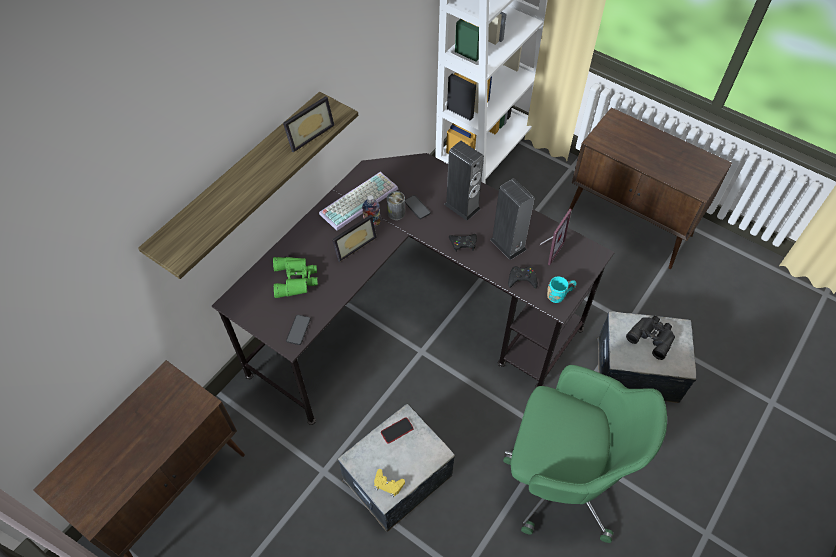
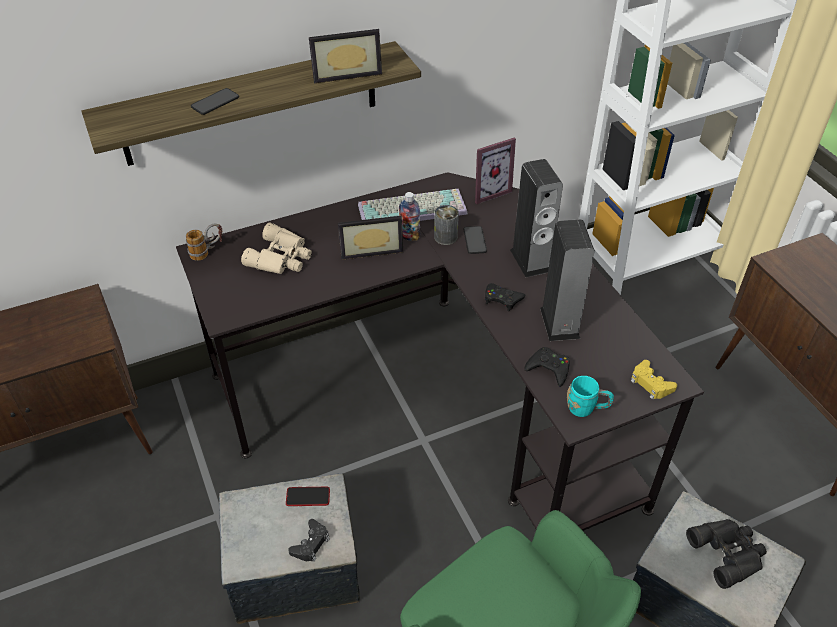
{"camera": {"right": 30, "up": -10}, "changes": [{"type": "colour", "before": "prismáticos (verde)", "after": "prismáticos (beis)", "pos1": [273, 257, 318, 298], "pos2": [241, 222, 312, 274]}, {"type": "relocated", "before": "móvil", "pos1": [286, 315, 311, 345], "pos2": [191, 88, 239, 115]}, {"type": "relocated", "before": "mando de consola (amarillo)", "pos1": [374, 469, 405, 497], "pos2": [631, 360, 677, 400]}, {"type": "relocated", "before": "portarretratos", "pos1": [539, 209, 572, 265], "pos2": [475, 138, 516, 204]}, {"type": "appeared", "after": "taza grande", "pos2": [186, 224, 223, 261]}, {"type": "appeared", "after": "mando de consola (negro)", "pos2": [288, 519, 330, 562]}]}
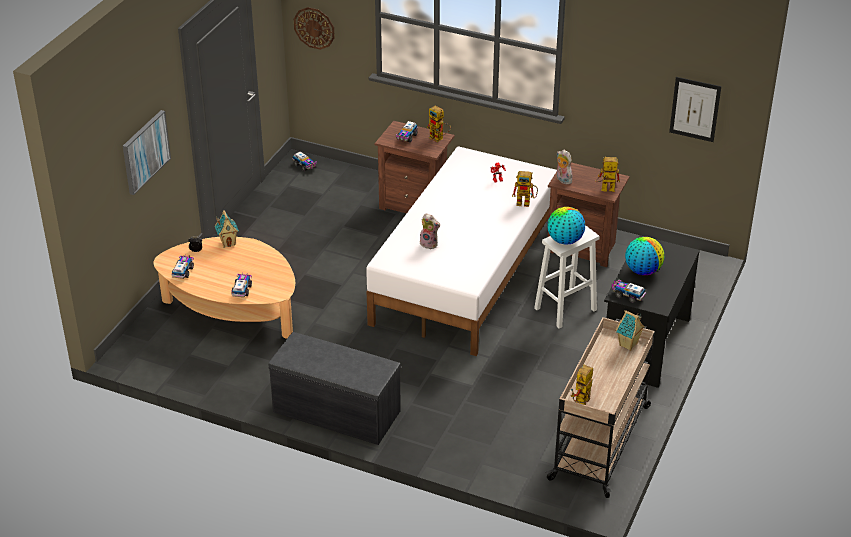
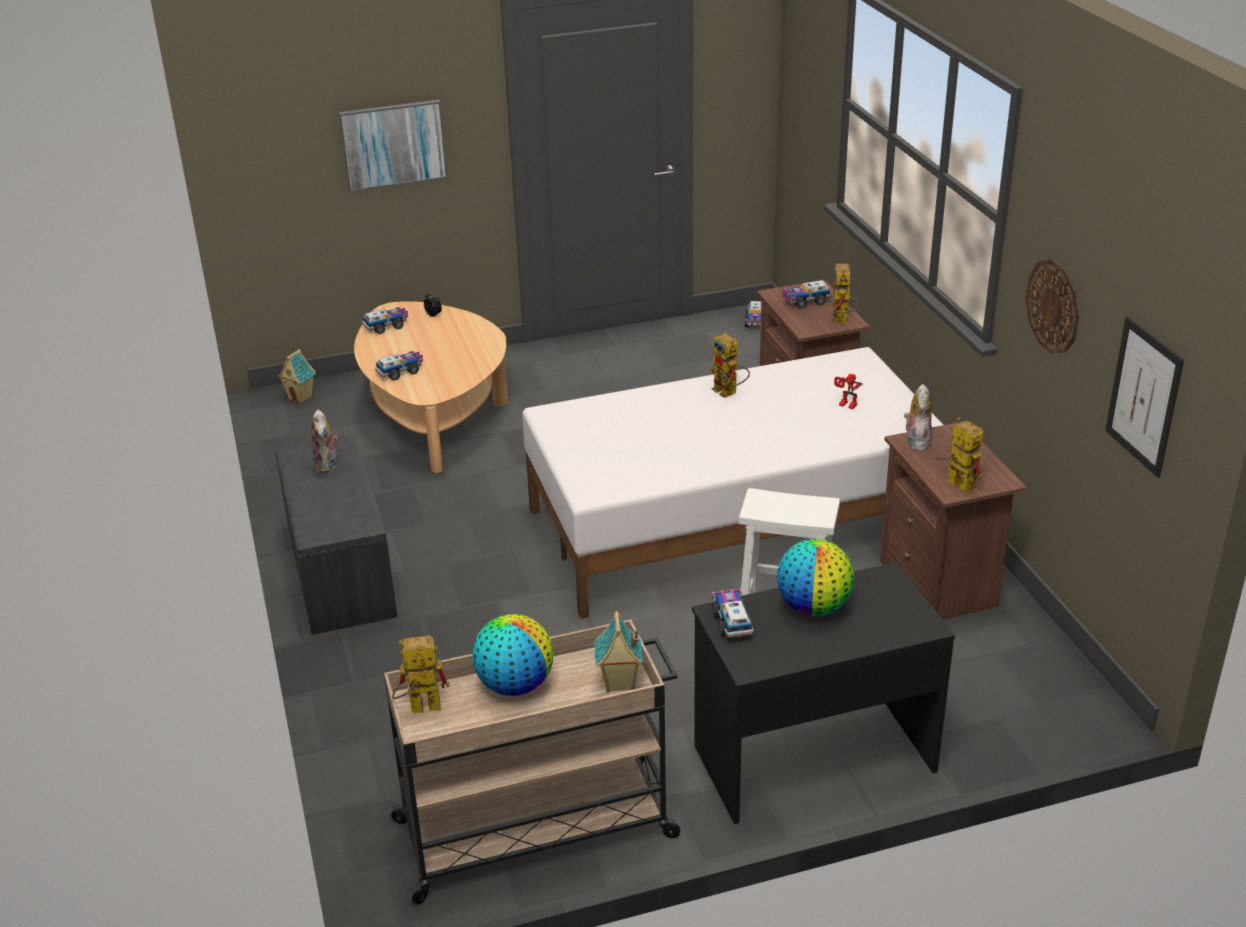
{"camera": {"right": 50, "up": -5}, "changes": [{"type": "relocated", "before": "casita", "pos1": [215, 210, 239, 248], "pos2": [278, 349, 316, 403]}, {"type": "relocated", "before": "reloj de pared", "pos1": [294, 7, 335, 50], "pos2": [1025, 259, 1079, 354]}, {"type": "relocated", "before": "peluche", "pos1": [420, 213, 440, 249], "pos2": [311, 409, 338, 473]}, {"type": "relocated", "before": "robot de juguete", "pos1": [512, 171, 538, 207], "pos2": [710, 333, 750, 398]}, {"type": "relocated", "before": "globo terráqueo", "pos1": [547, 207, 585, 245], "pos2": [472, 614, 554, 696]}]}
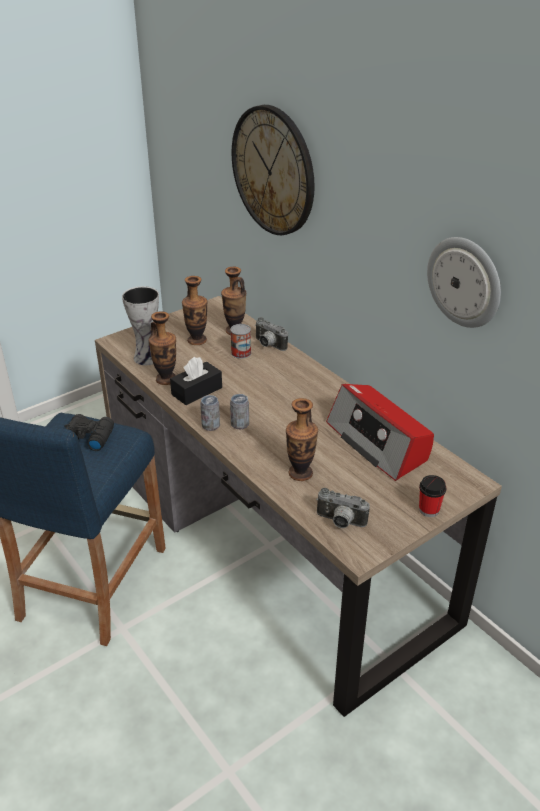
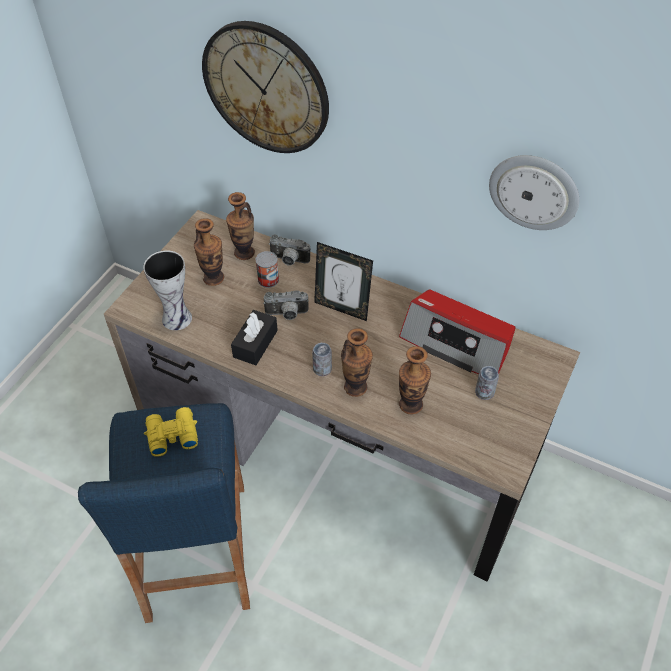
{"camera": {"right": -25, "up": 15}, "changes": [{"type": "colour", "before": "prismáticos (negro)", "after": "prismáticos (amarillo)", "pos1": [64, 414, 114, 451], "pos2": [144, 407, 198, 457]}, {"type": "relocated", "before": "florero", "pos1": [149, 311, 176, 385], "pos2": [341, 328, 373, 397]}, {"type": "relocated", "before": "lata", "pos1": [200, 395, 220, 431], "pos2": [475, 366, 499, 400]}, {"type": "relocated", "before": "cámara", "pos1": [316, 488, 370, 528], "pos2": [263, 290, 309, 320]}, {"type": "missing", "before": "taza", "pos1": [419, 475, 447, 517]}, {"type": "appeared", "after": "portarretratos", "pos2": [314, 242, 373, 321]}]}
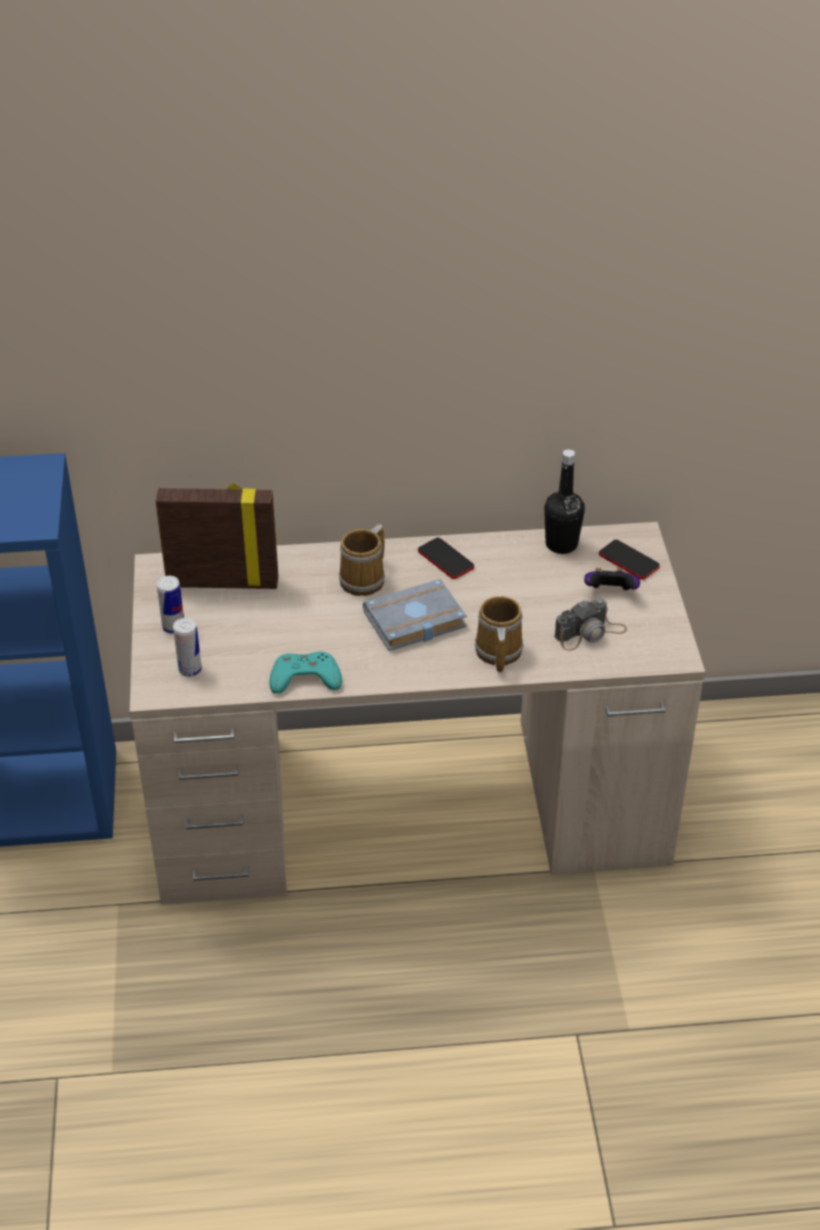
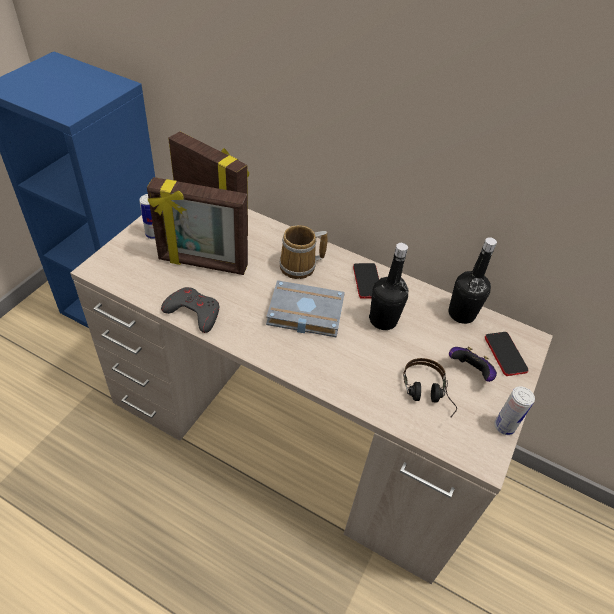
{"camera": {"right": 30, "up": 5}, "changes": [{"type": "relocated", "before": "lata", "pos1": [173, 618, 202, 677], "pos2": [494, 386, 535, 435]}, {"type": "colour", "before": "mando de consola (turquesa)", "after": "mando de consola (gris)", "pos1": [269, 652, 342, 694], "pos2": [161, 287, 219, 333]}, {"type": "missing", "before": "taza grande", "pos1": [475, 596, 523, 673]}, {"type": "exchanged", "before": "cámara", "after": "auriculares", "pos1": [554, 598, 627, 651], "pos2": [403, 358, 457, 417]}, {"type": "appeared", "after": "portarretratos", "pos2": [147, 177, 248, 275]}, {"type": "appeared", "after": "botella (negro)", "pos2": [369, 243, 408, 330]}]}
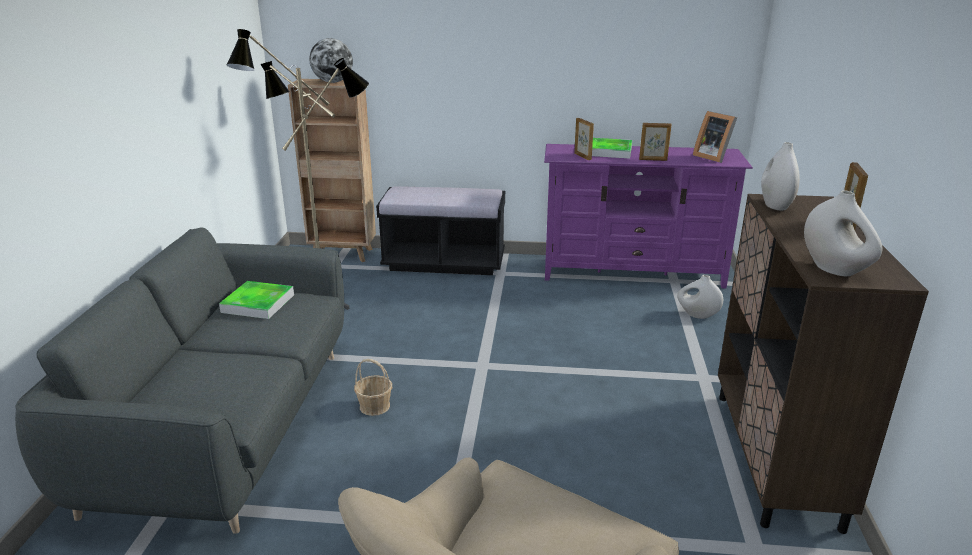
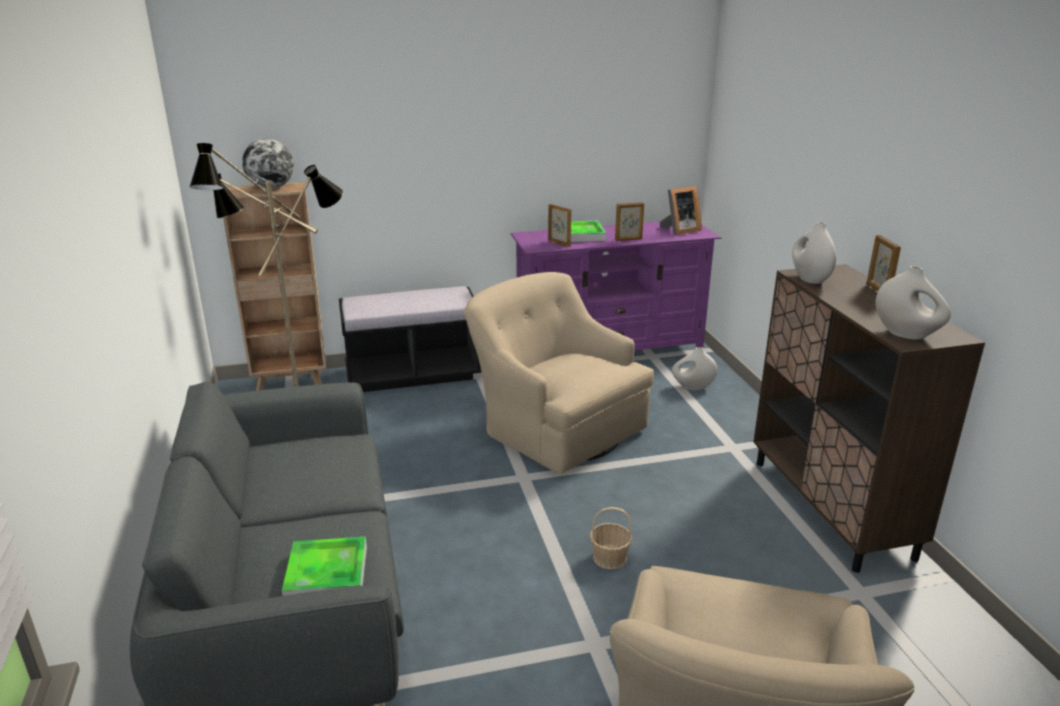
{"camera": {"right": -20, "up": 0}, "changes": [{"type": "relocated", "before": "bandeja", "pos1": [219, 281, 294, 319], "pos2": [282, 537, 367, 596]}, {"type": "relocated", "before": "cesta", "pos1": [354, 359, 392, 416], "pos2": [590, 507, 632, 569]}, {"type": "spun", "before": "portarretratos", "pos1": [693, 111, 737, 163], "pos2": [660, 186, 702, 235], "turn": -60}, {"type": "appeared", "after": "sillón (beis)", "pos2": [464, 272, 654, 474]}]}
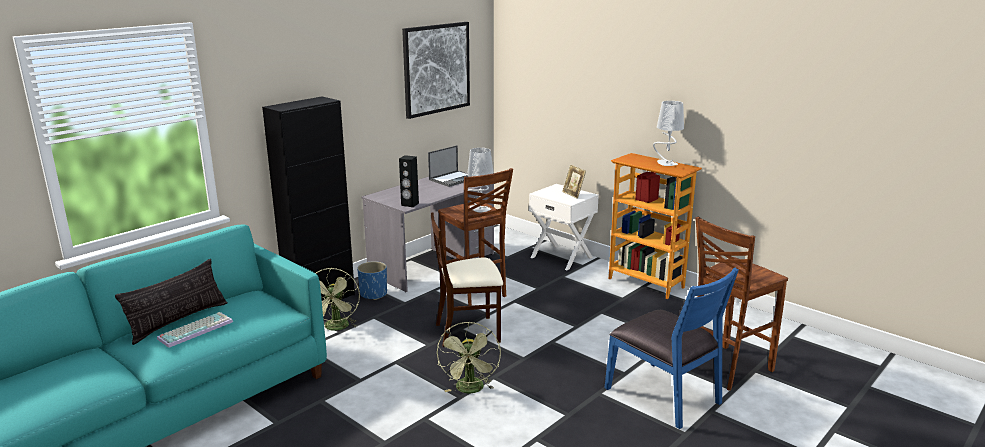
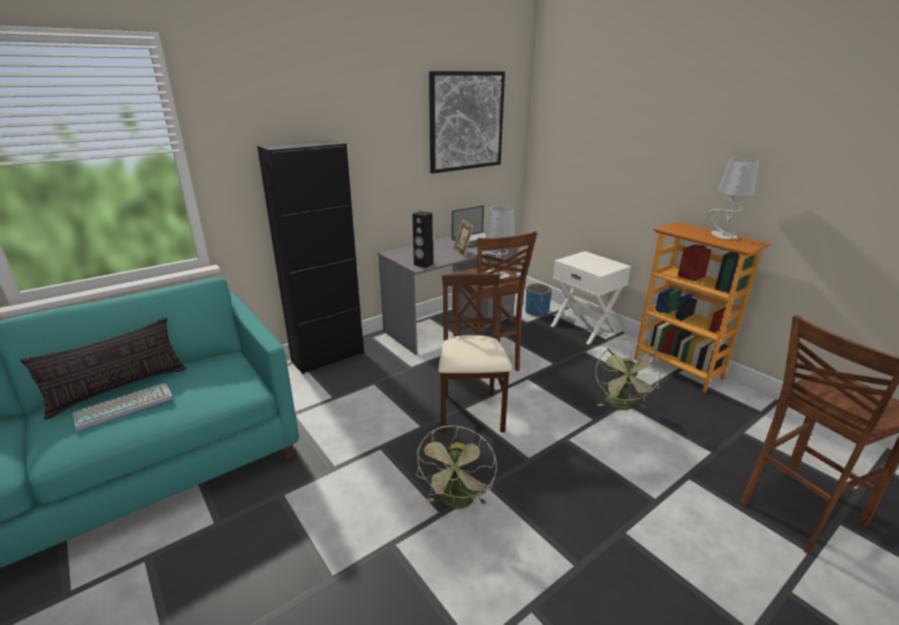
{"camera": {"right": 10, "up": 5}, "changes": [{"type": "relocated", "before": "ventilador (verde)", "pos1": [316, 268, 360, 331], "pos2": [596, 342, 662, 410]}, {"type": "relocated", "before": "maceta (azul)", "pos1": [357, 261, 387, 300], "pos2": [525, 284, 552, 317]}, {"type": "spun", "before": "silla (beis)", "pos1": [431, 213, 503, 347], "pos2": [439, 274, 512, 434], "turn": 90}, {"type": "relocated", "before": "portarretratos", "pos1": [562, 164, 586, 199], "pos2": [453, 219, 474, 257]}, {"type": "missing", "before": "silla (azul)", "pos1": [605, 268, 739, 429]}]}
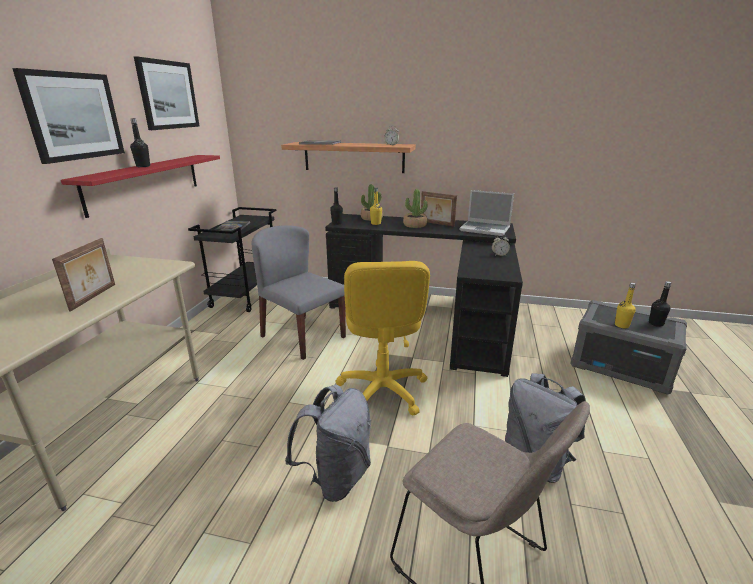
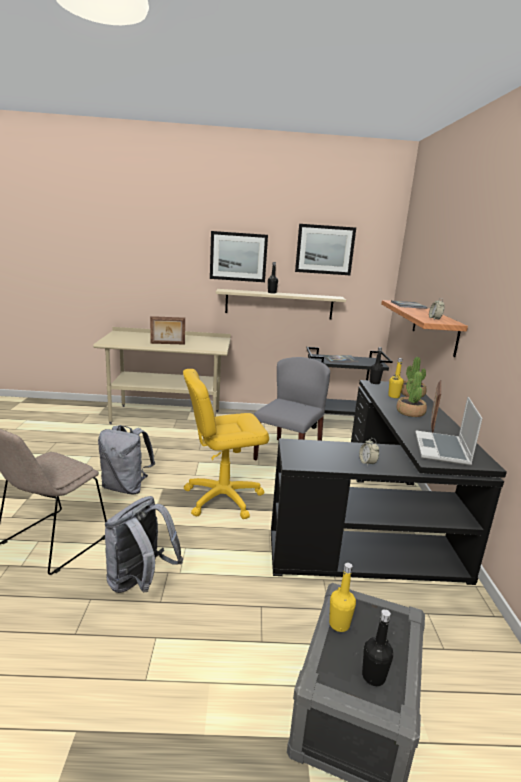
{"camera": {"right": 75, "up": -5}, "changes": [{"type": "colour", "before": "estante (rojo)", "after": "estante (beis)", "pos1": [61, 155, 220, 218], "pos2": [216, 289, 346, 320]}]}
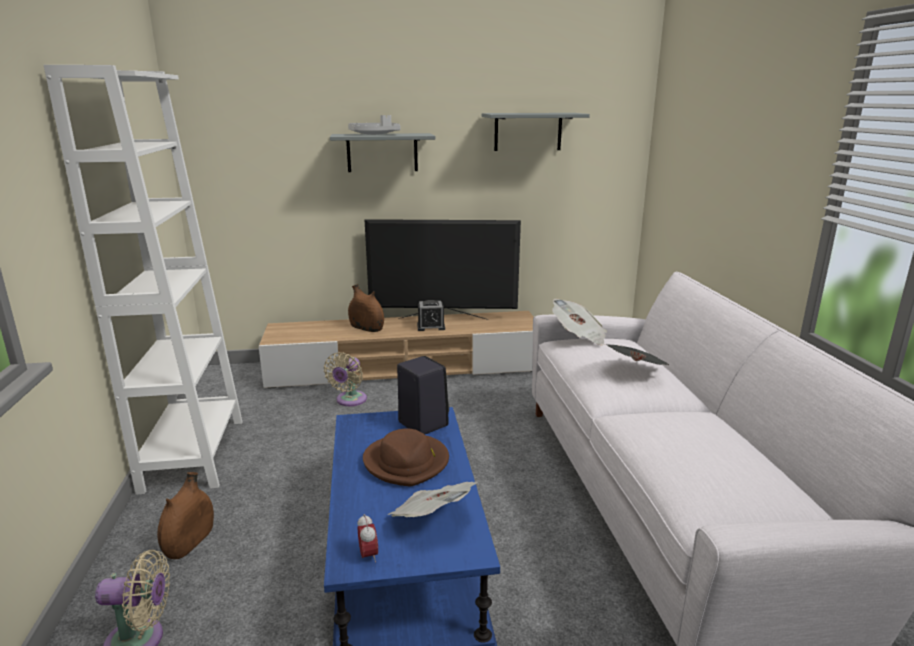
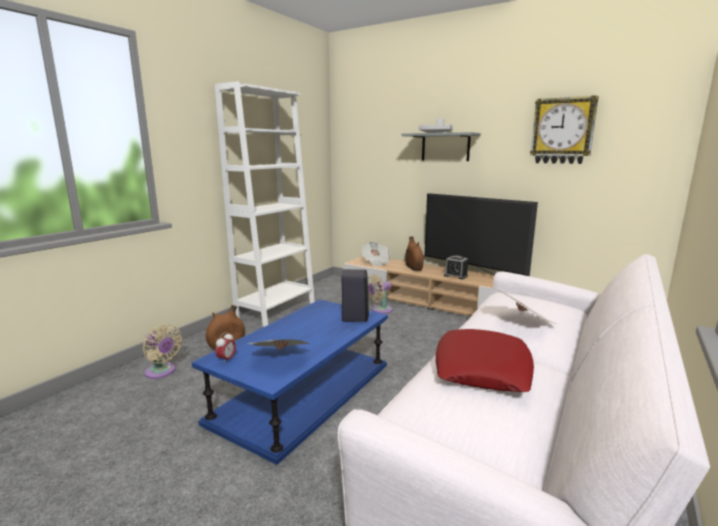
{"camera": {"right": 40, "up": -5}, "changes": [{"type": "missing", "before": "sombrero (marrón)", "pos1": [363, 428, 449, 486]}, {"type": "exchanged", "before": "estante (gris)", "after": "reloj de pared", "pos1": [482, 113, 590, 151], "pos2": [530, 96, 599, 164]}, {"type": "relocated", "before": "periódico", "pos1": [552, 299, 607, 346], "pos2": [361, 242, 391, 267]}, {"type": "appeared", "after": "cojín (rojo)", "pos2": [436, 329, 534, 392]}]}
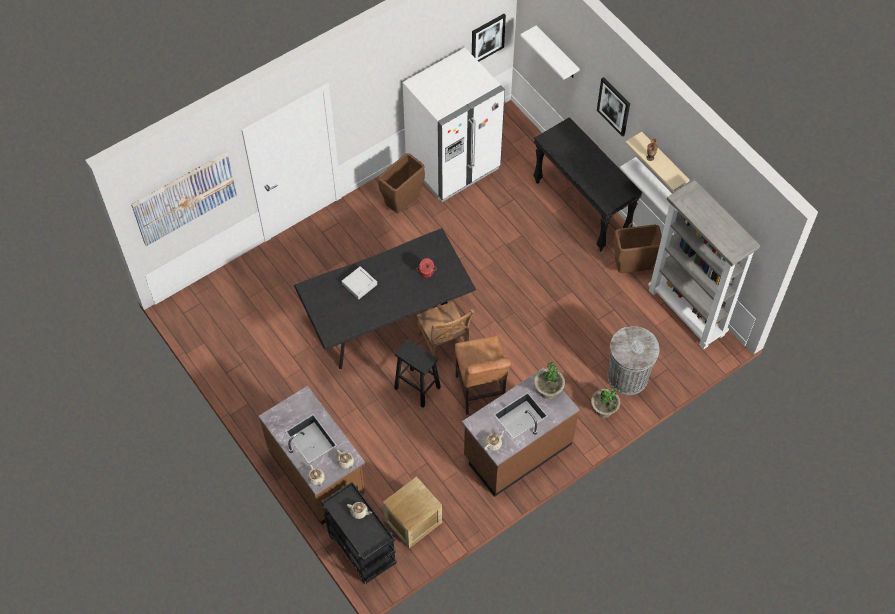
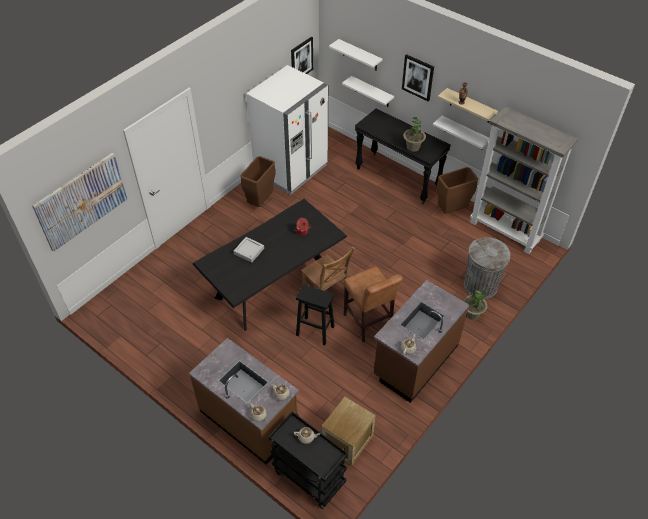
{"camera": {"right": -15, "up": -10}, "changes": [{"type": "relocated", "before": "planta en maceta", "pos1": [534, 362, 565, 399], "pos2": [403, 117, 426, 152]}, {"type": "appeared", "after": "estante (blanco)", "pos2": [342, 76, 394, 107]}]}
